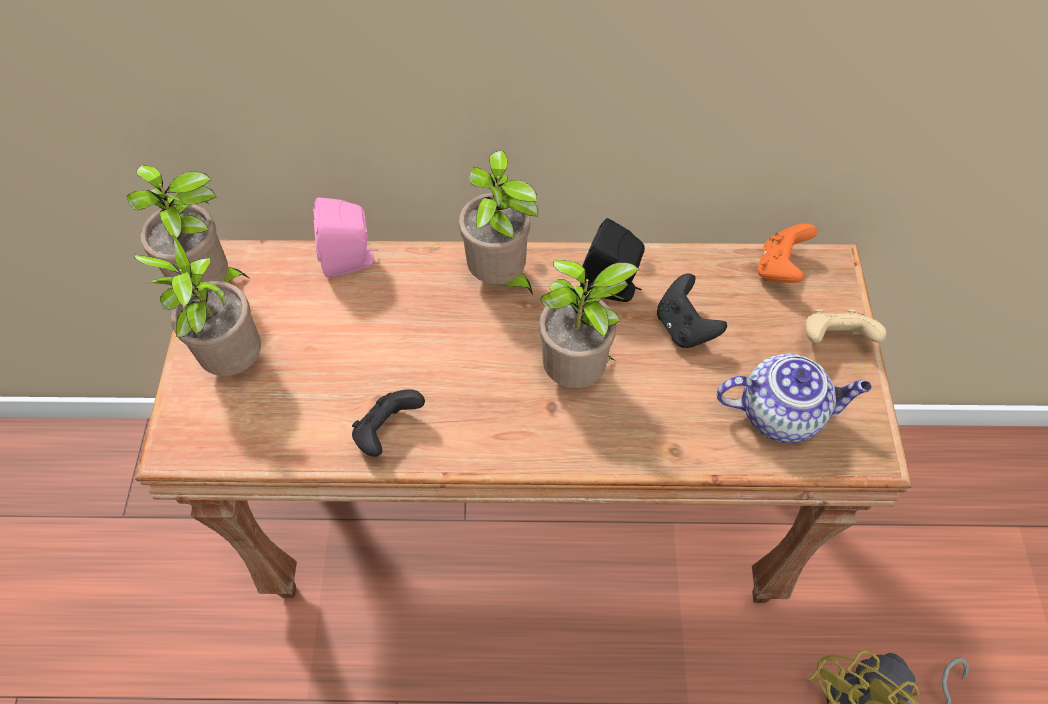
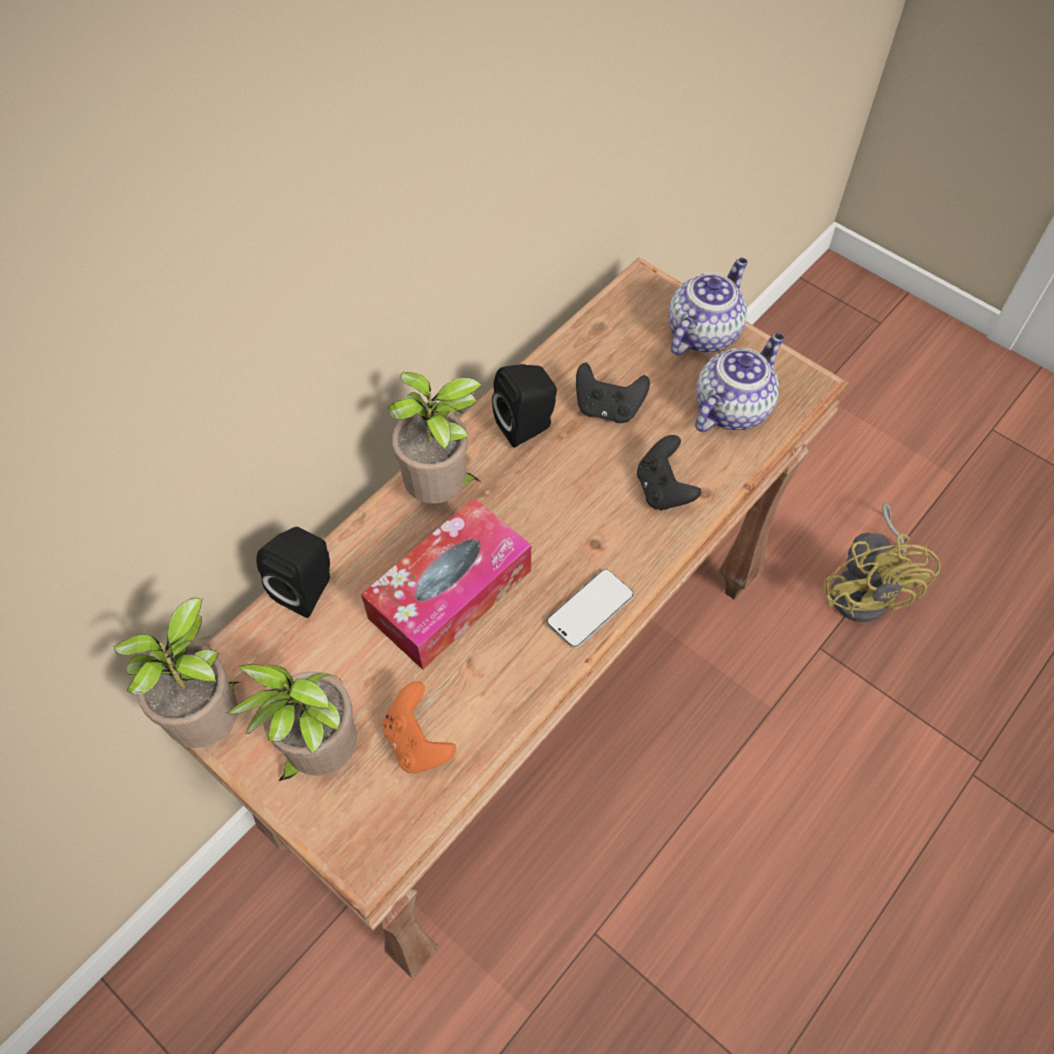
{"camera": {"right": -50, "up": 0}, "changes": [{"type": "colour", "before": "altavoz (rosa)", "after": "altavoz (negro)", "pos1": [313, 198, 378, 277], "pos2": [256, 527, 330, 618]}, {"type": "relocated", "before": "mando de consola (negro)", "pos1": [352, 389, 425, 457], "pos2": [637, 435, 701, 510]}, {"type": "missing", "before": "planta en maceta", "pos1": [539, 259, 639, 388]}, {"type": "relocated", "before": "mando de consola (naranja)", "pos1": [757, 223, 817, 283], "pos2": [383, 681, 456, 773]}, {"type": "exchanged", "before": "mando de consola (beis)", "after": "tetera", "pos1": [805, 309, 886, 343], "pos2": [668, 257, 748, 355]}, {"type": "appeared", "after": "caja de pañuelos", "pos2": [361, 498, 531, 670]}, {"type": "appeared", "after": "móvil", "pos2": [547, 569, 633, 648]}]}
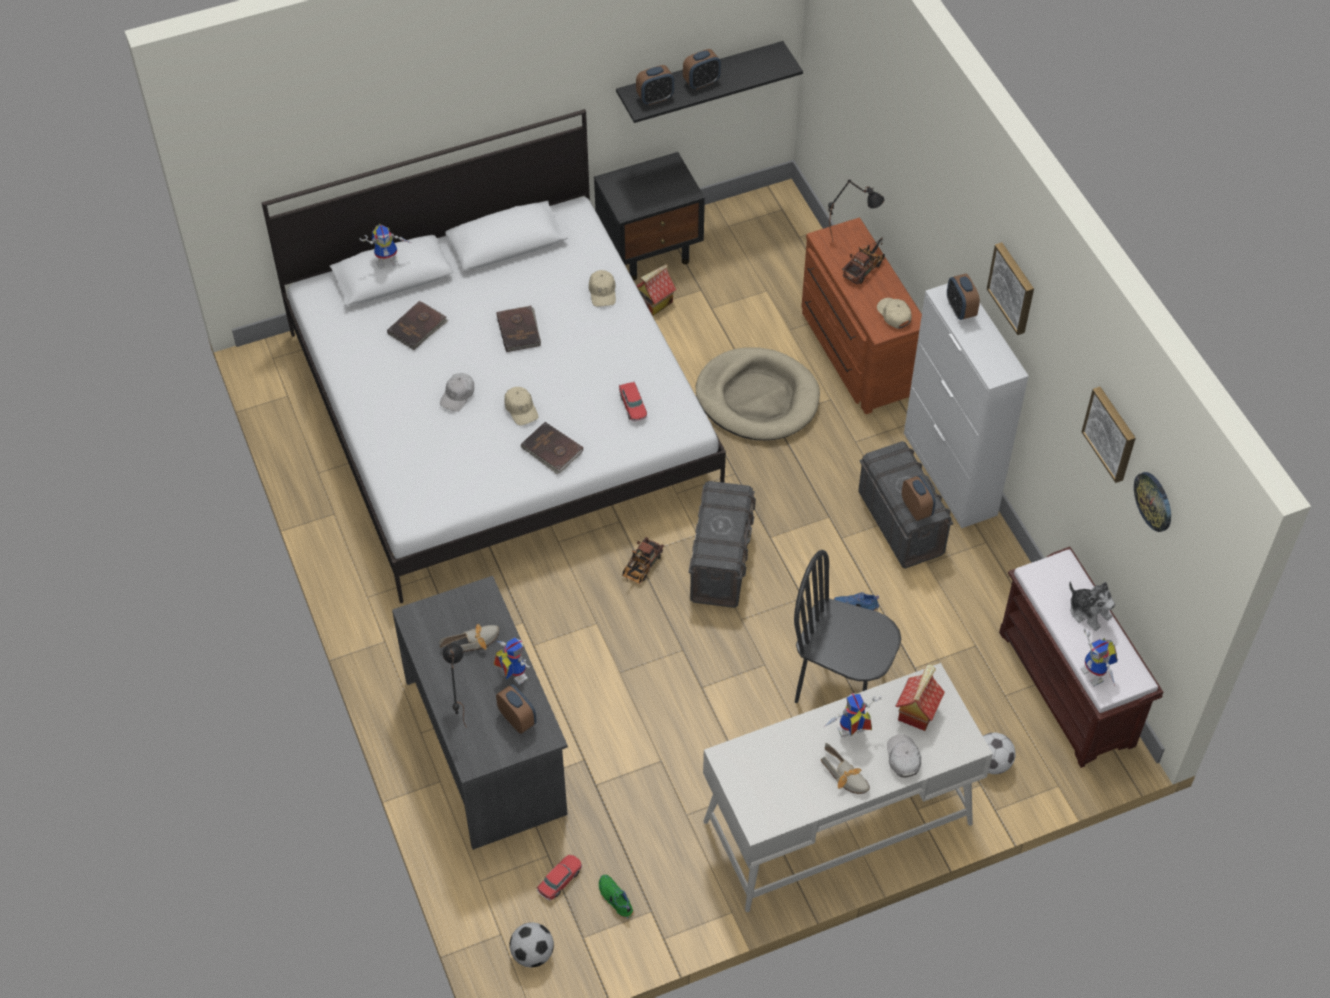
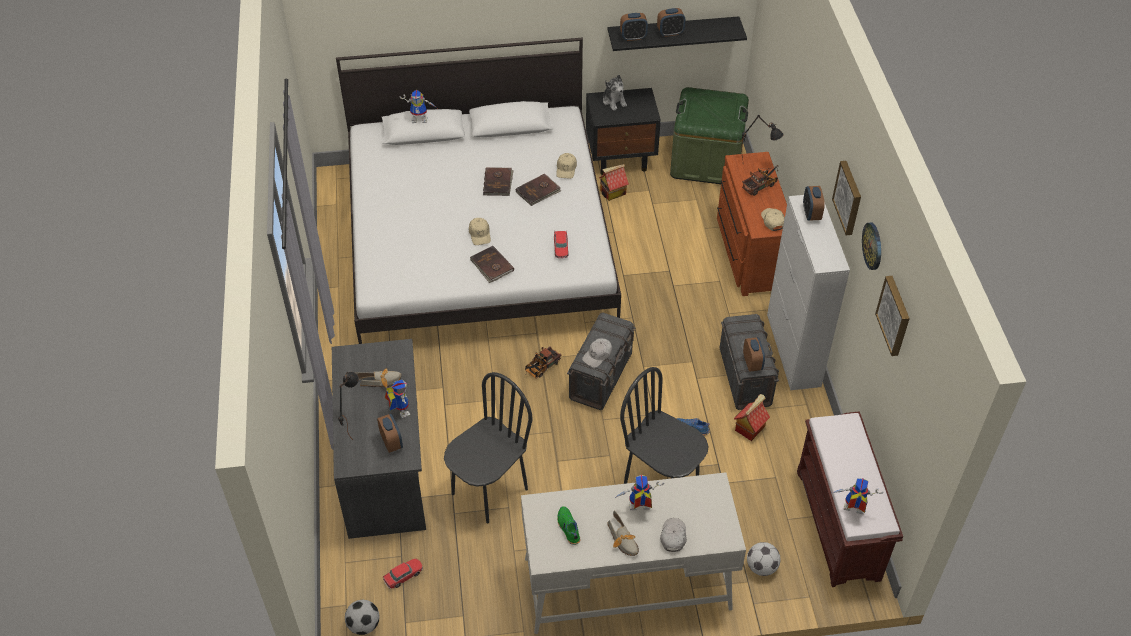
{"camera": {"right": 15, "up": -5}, "changes": [{"type": "relocated", "before": "libro (marrón)", "pos1": [387, 301, 449, 350], "pos2": [516, 174, 561, 206]}, {"type": "relocated", "before": "gorra (blanco)", "pos1": [440, 373, 474, 412], "pos2": [582, 339, 612, 368]}, {"type": "relocated", "before": "zapato (verde)", "pos1": [599, 875, 634, 919], "pos2": [557, 506, 581, 545]}, {"type": "missing", "before": "cama para perro (beis)", "pos1": [696, 347, 820, 440]}, {"type": "relocated", "before": "casita", "pos1": [895, 665, 945, 731], "pos2": [734, 394, 770, 441]}, {"type": "relocated", "before": "peluche", "pos1": [1069, 581, 1115, 631], "pos2": [603, 75, 627, 111]}, {"type": "spun", "before": "robot de juguete", "pos1": [1080, 628, 1118, 686], "pos2": [832, 478, 883, 514], "turn": 120}, {"type": "relocated", "before": "reloj de pared", "pos1": [1134, 472, 1171, 532], "pos2": [862, 222, 881, 270]}, {"type": "appeared", "after": "silla (negro)", "pos2": [444, 372, 532, 524]}, {"type": "appeared", "after": "caja de almacenaje (verde)", "pos2": [670, 87, 749, 184]}]}
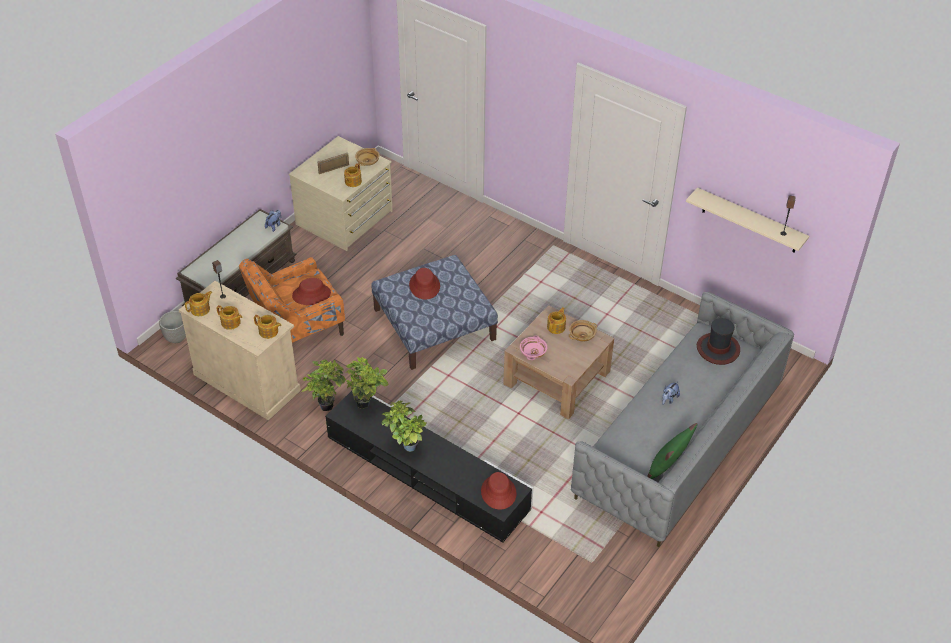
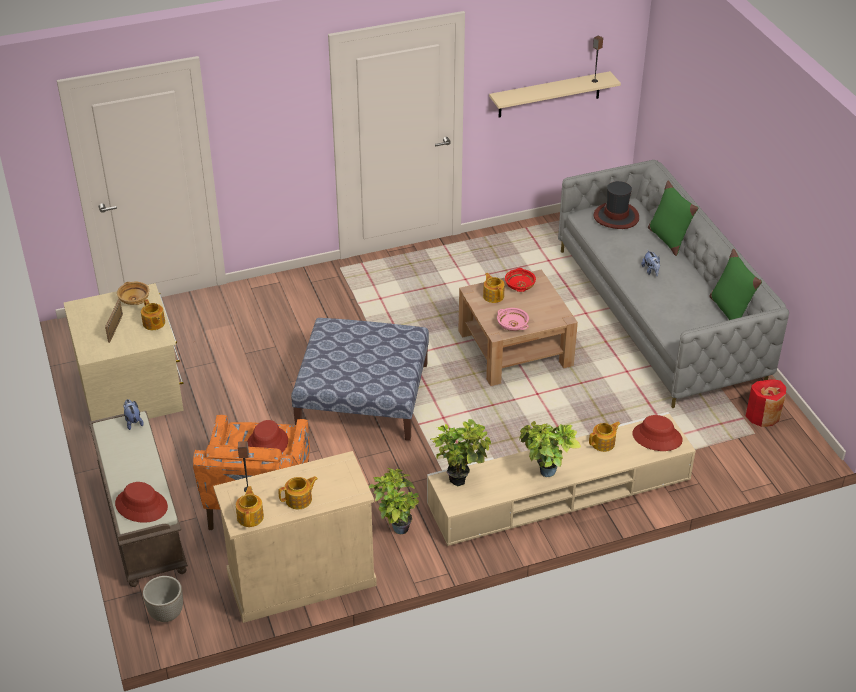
{"camera": {"right": -55, "up": -5}, "changes": [{"type": "relocated", "before": "tetera", "pos1": [254, 315, 281, 339], "pos2": [589, 422, 620, 452]}, {"type": "colour", "before": "mueble de televisión (negro)", "after": "mueble de televisión (beis)", "pos1": [325, 390, 533, 543], "pos2": [427, 412, 696, 546]}, {"type": "relocated", "before": "sombrero (rojo)", "pos1": [409, 268, 440, 300], "pos2": [115, 482, 168, 523]}, {"type": "colour", "before": "cuenco (beis)", "after": "cuenco (rojo)", "pos1": [568, 320, 597, 341], "pos2": [505, 268, 536, 292]}, {"type": "appeared", "after": "cojín (verde)", "pos2": [648, 180, 698, 256]}, {"type": "appeared", "after": "florero (rojo)", "pos2": [746, 379, 786, 427]}]}
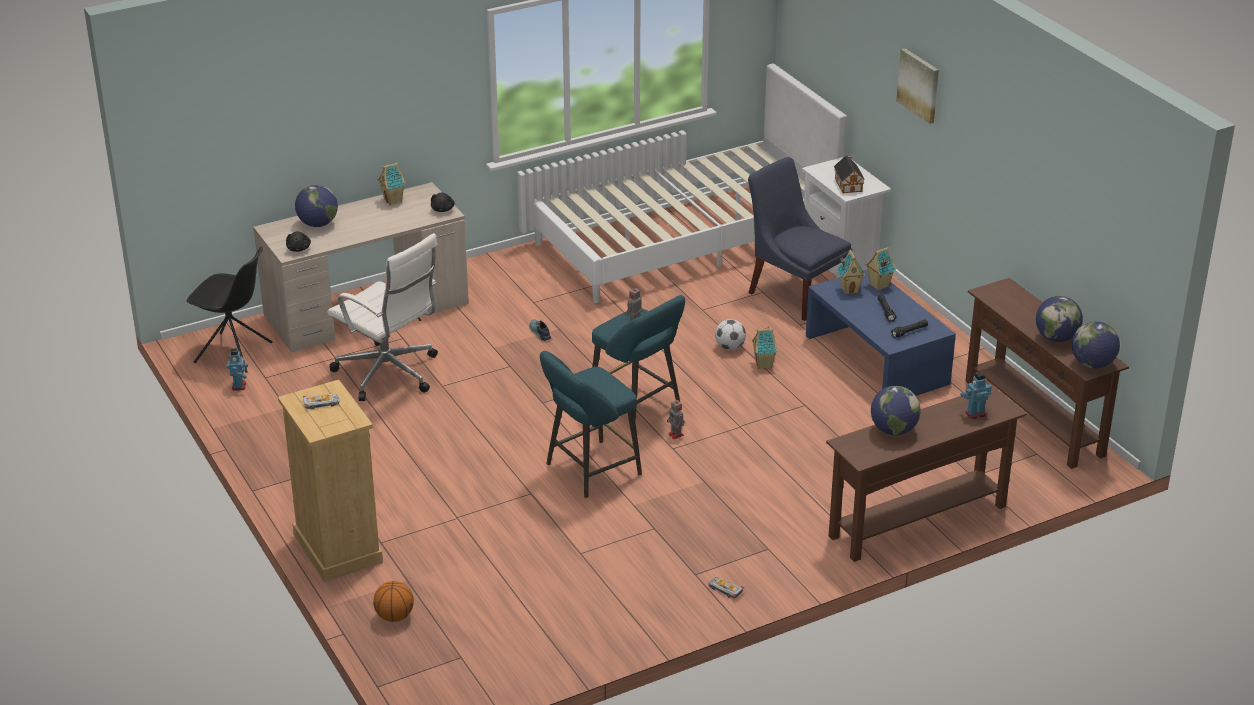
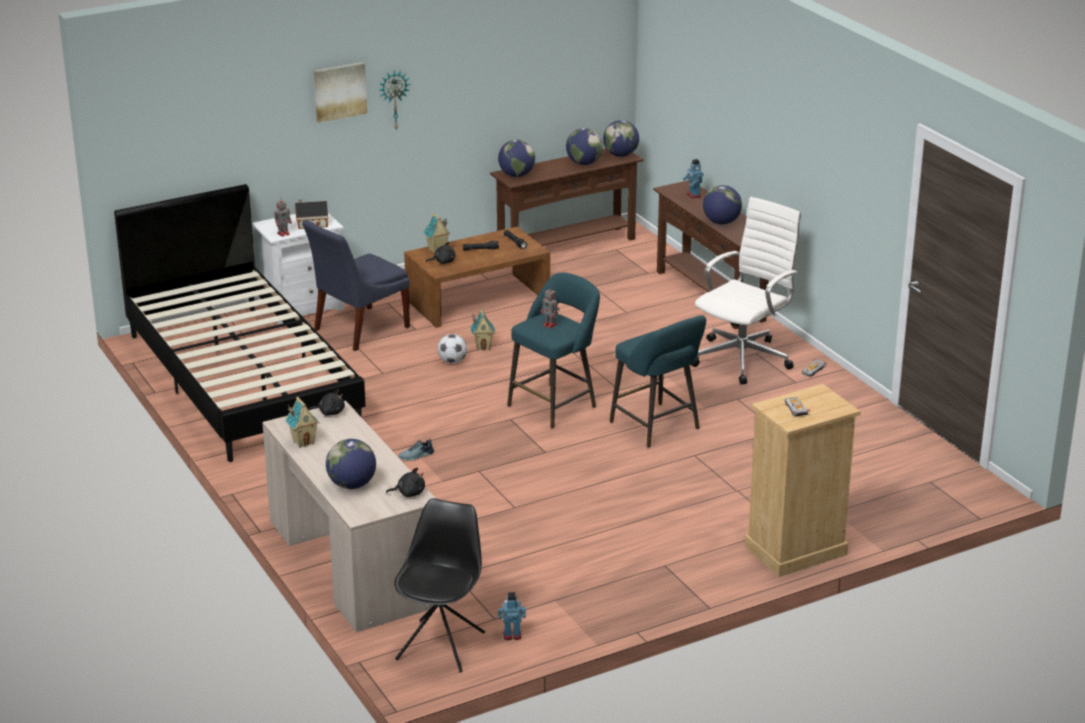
{"camera": {"right": -90, "up": -5}, "changes": [{"type": "relocated", "before": "silla de oficina (blanco)", "pos1": [327, 233, 438, 401], "pos2": [690, 197, 801, 384]}, {"type": "missing", "before": "balón de baloncesto", "pos1": [373, 581, 414, 622]}, {"type": "colour", "before": "cama (blanco)", "after": "cama (negro)", "pos1": [534, 64, 847, 303], "pos2": [114, 184, 366, 462]}, {"type": "relocated", "before": "robot de juguete", "pos1": [667, 399, 685, 439], "pos2": [274, 200, 292, 237]}, {"type": "colour", "before": "mesa de centro (azul)", "after": "mesa de centro (marrón)", "pos1": [806, 269, 956, 396], "pos2": [404, 227, 550, 328]}, {"type": "exchanged", "before": "casita", "after": "peluche (negro)", "pos1": [837, 250, 865, 294], "pos2": [426, 242, 455, 264]}, {"type": "appeared", "after": "reloj de pared", "pos2": [379, 70, 410, 131]}, {"type": "appeared", "after": "globo terráqueo", "pos2": [498, 140, 535, 177]}]}
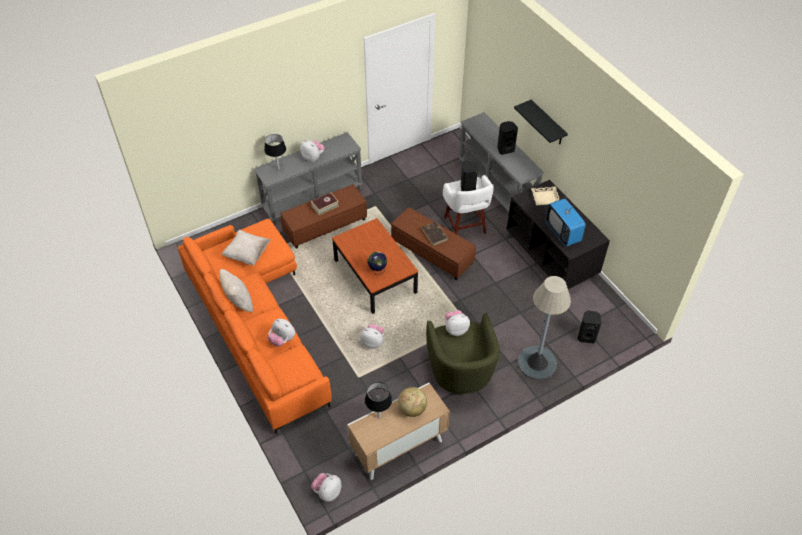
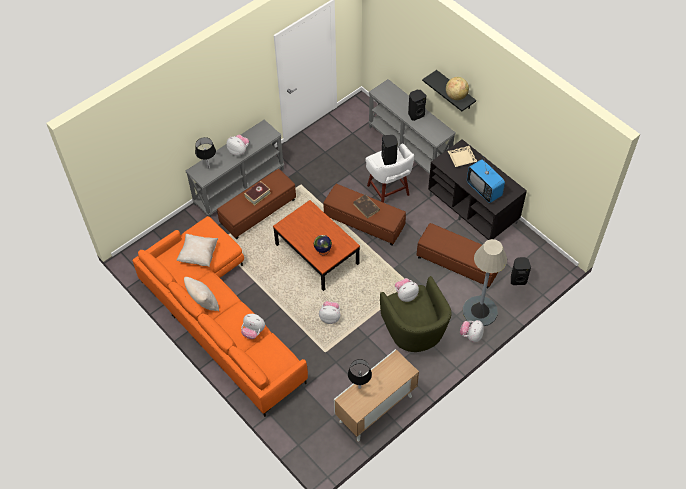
{"camera": {"right": -10, "up": 5}, "changes": [{"type": "relocated", "before": "peluche", "pos1": [311, 473, 341, 502], "pos2": [460, 320, 483, 342]}, {"type": "relocated", "before": "globo terráqueo", "pos1": [398, 387, 427, 417], "pos2": [446, 77, 469, 100]}, {"type": "appeared", "after": "puf (marrón)", "pos2": [417, 223, 498, 288]}]}
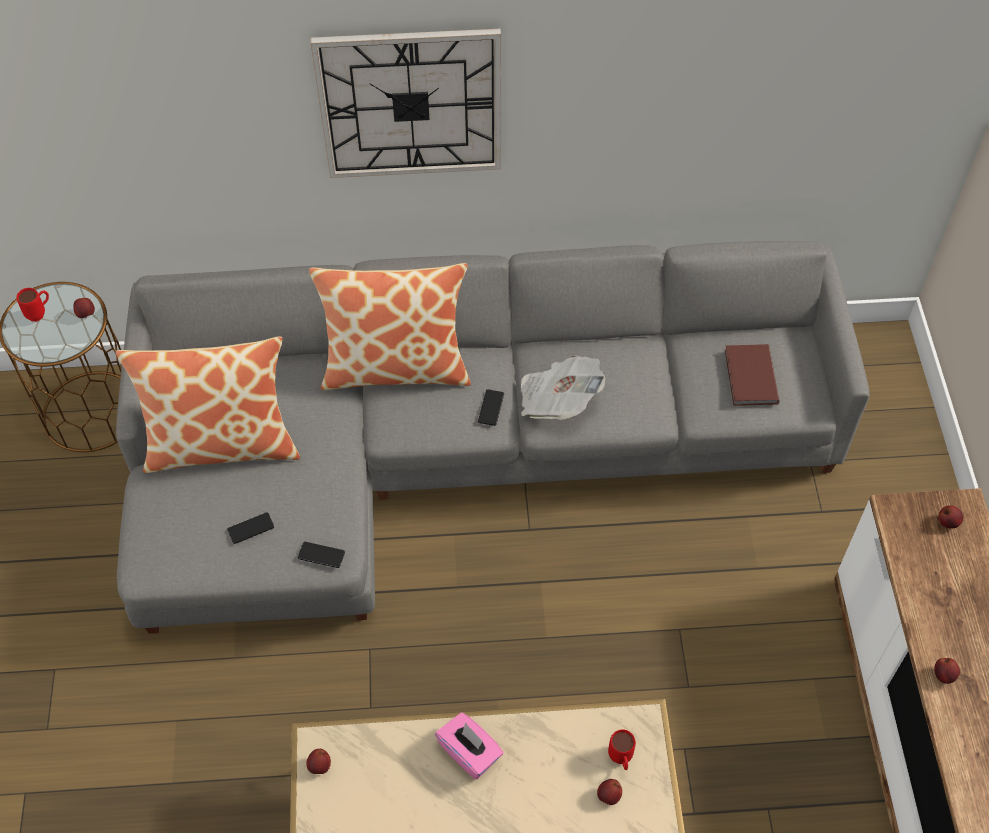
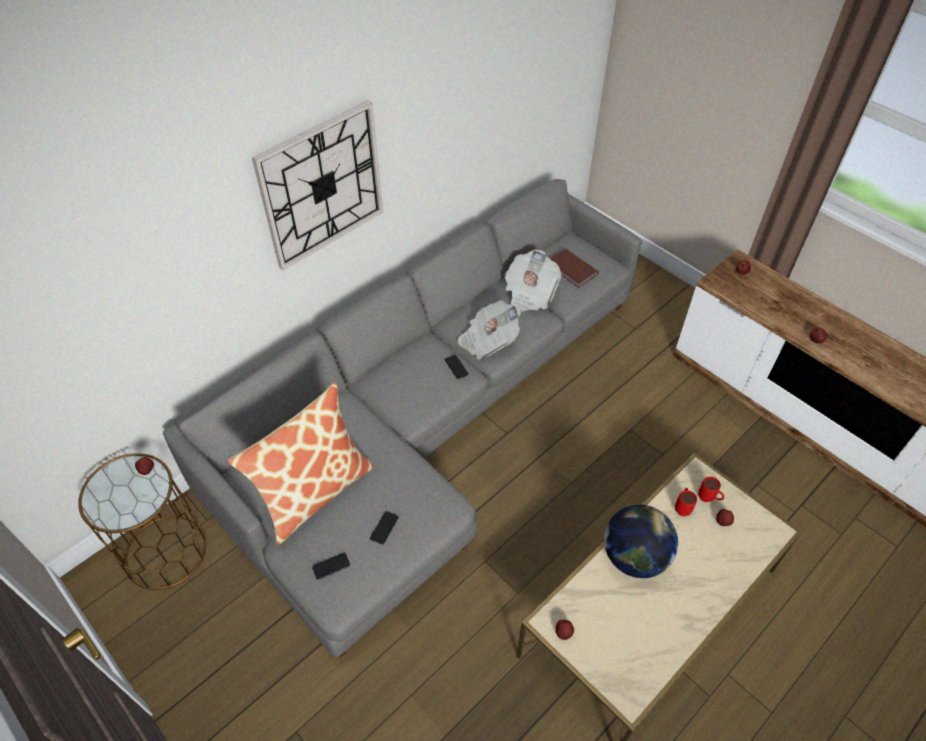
{"camera": {"right": -40, "up": -5}, "changes": [{"type": "relocated", "before": "taza grande (rojo)", "pos1": [17, 288, 49, 322], "pos2": [675, 488, 697, 516]}, {"type": "relocated", "before": "móvil", "pos1": [298, 542, 345, 568], "pos2": [312, 553, 350, 580]}, {"type": "missing", "before": "cojín", "pos1": [309, 263, 471, 390]}, {"type": "exchanged", "before": "caja de pañuelos (rosa)", "after": "globo terráqueo", "pos1": [435, 713, 504, 780], "pos2": [604, 505, 678, 578]}, {"type": "appeared", "after": "periódico", "pos2": [505, 250, 561, 312]}]}
